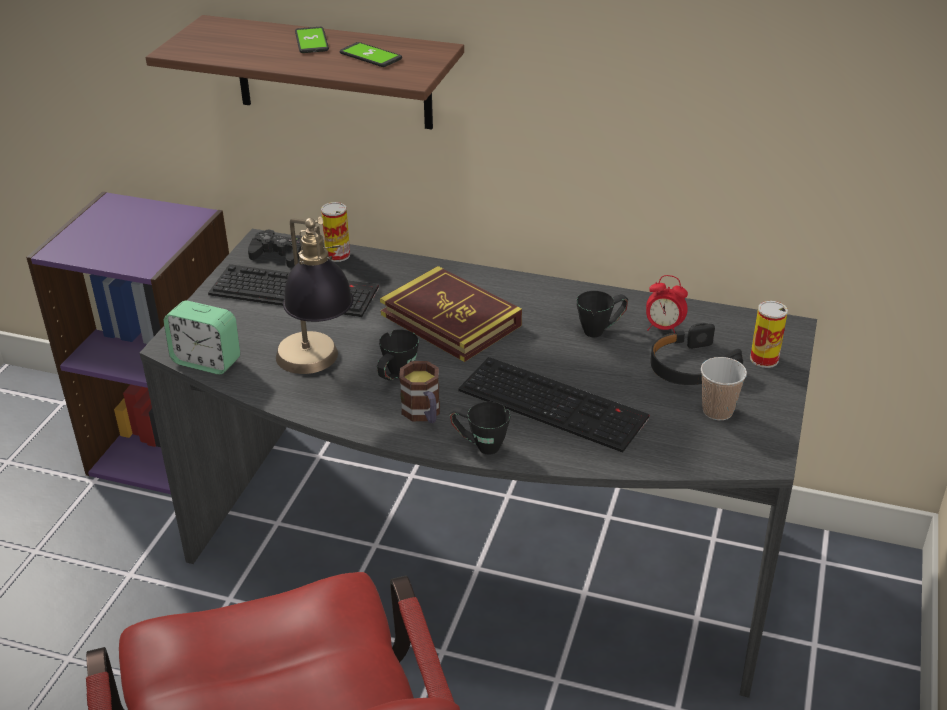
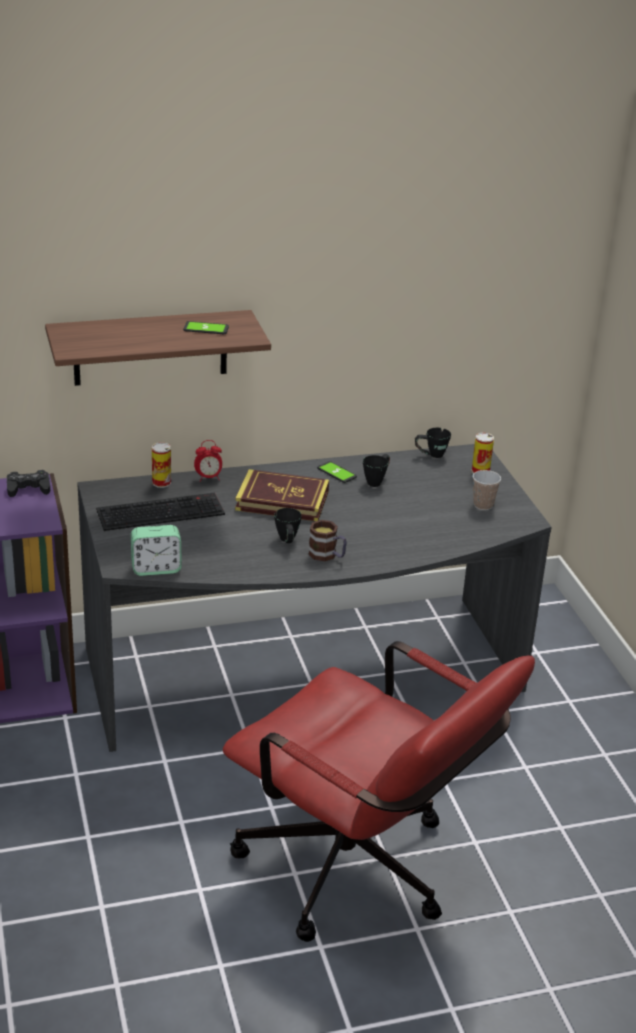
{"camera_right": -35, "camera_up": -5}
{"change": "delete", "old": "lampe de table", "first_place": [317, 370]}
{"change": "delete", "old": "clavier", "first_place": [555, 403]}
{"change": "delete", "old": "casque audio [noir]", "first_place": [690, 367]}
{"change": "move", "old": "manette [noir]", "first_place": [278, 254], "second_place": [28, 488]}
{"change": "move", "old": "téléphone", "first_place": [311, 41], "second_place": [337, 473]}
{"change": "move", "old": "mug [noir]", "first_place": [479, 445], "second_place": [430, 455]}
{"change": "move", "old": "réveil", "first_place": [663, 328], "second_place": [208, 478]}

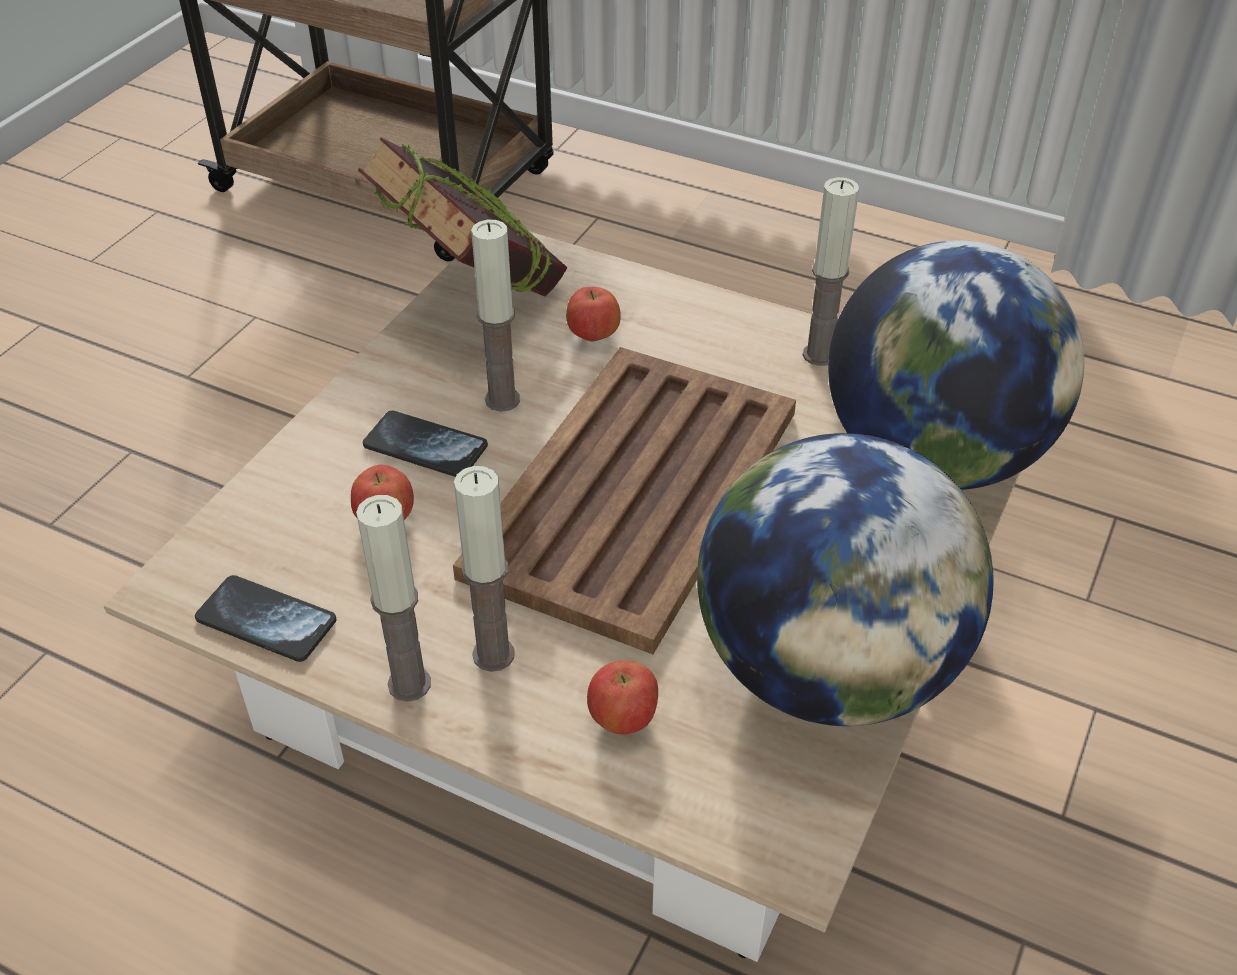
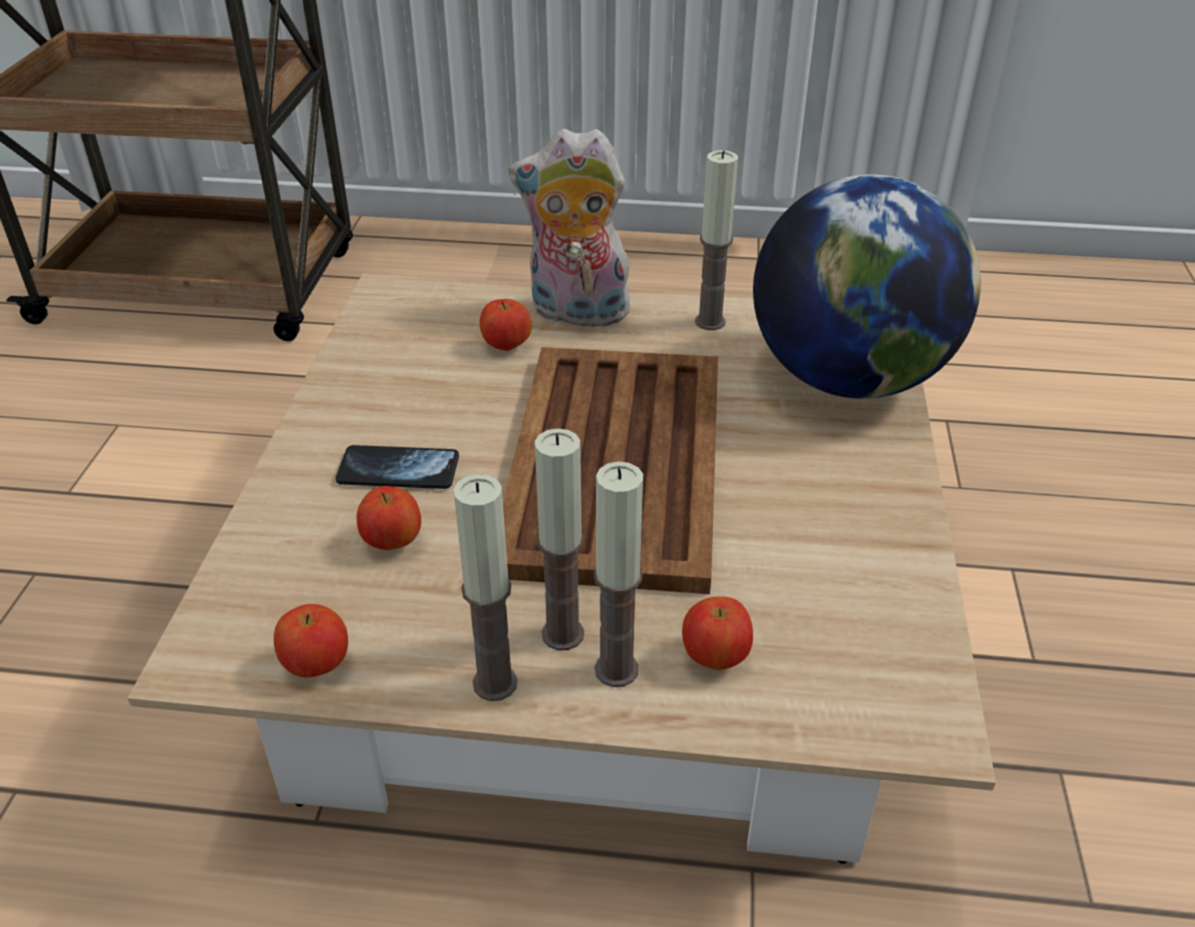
{"camera_right": -20, "camera_up": -5}
{"change": "delete", "old": "livre", "first_place": [474, 301]}
{"change": "delete", "old": "globe", "first_place": [827, 668]}
{"change": "insert", "new": "peluche", "second_place": [576, 314]}
{"change": "move", "old": "bougie", "first_place": [502, 400], "second_place": [616, 670]}
{"change": "replace", "old": "téléphone", "new": "pomme", "first_place": [266, 621], "second_place": [317, 665]}

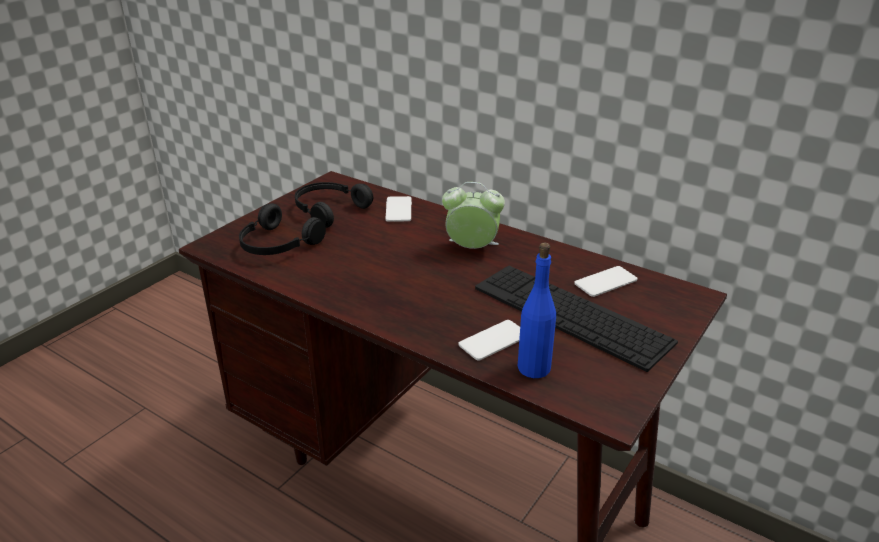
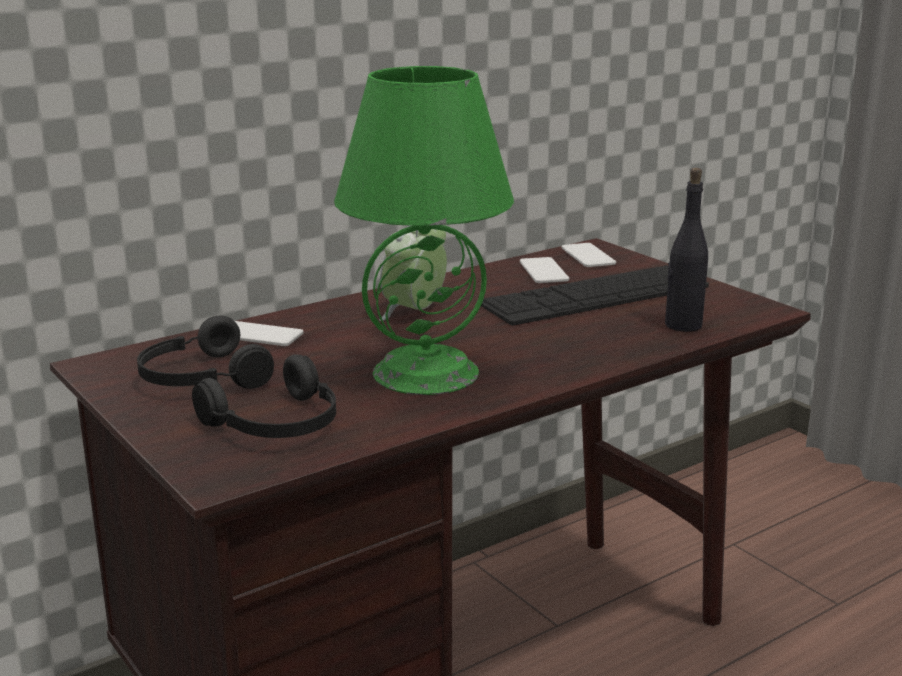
{"camera_right": -70, "camera_up": -10}
{"change": "insert", "new": "lampe de table [vert]", "second_place": [426, 372]}
{"change": "move", "old": "téléphone", "first_place": [493, 341], "second_place": [588, 256]}
{"change": "recolor", "old": "bouteille [bleu]", "new": "bouteille [noir]", "first_place": [533, 367], "second_place": [682, 325]}

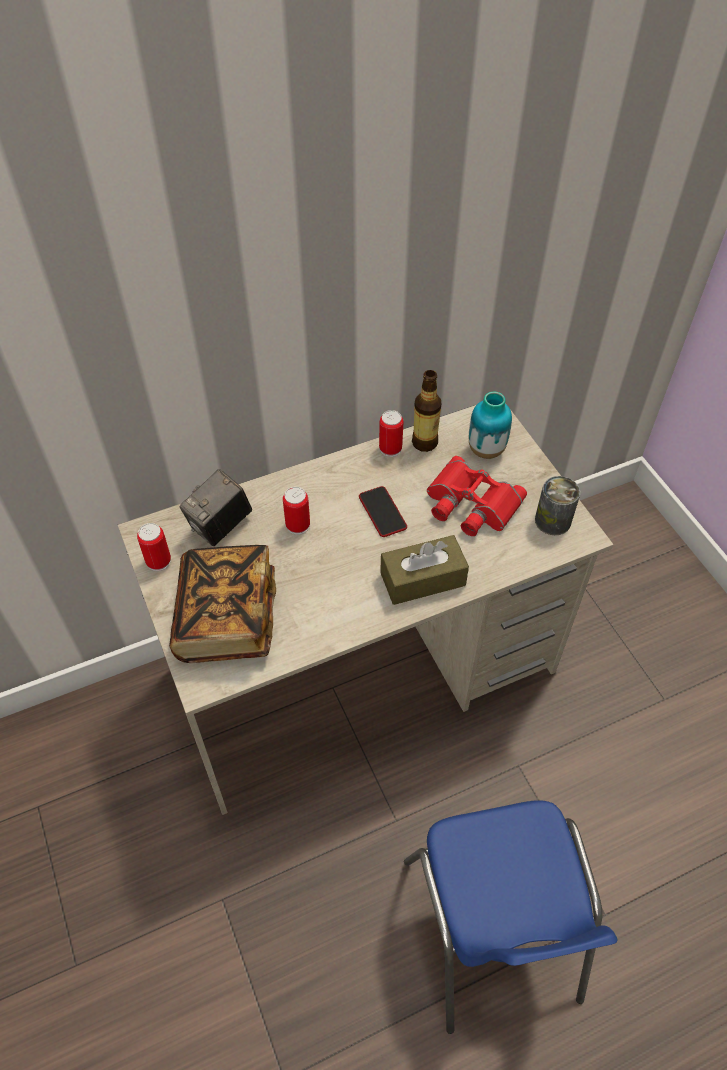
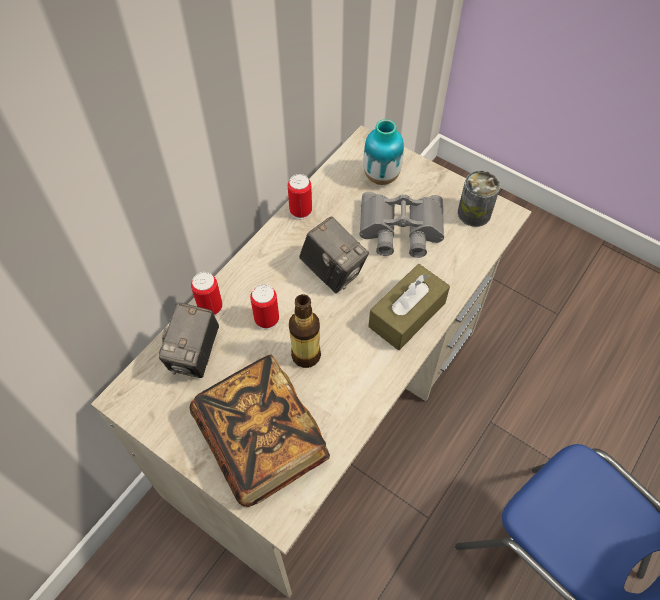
{"camera_right": -30, "camera_up": 5}
{"change": "move", "old": "boîte métallique", "first_place": [158, 561], "second_place": [210, 307]}
{"change": "move", "old": "bouteille", "first_place": [424, 442], "second_place": [306, 355]}
{"change": "replace", "old": "téléphone", "new": "appareil photo", "first_place": [382, 512], "second_place": [333, 271]}
{"change": "recolor", "old": "jumelles [rouge]", "new": "jumelles [gris]", "first_place": [470, 504], "second_place": [400, 230]}

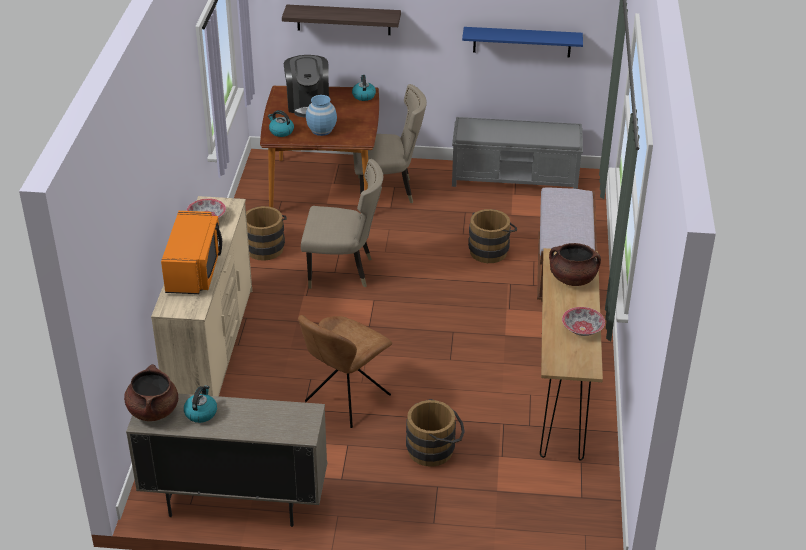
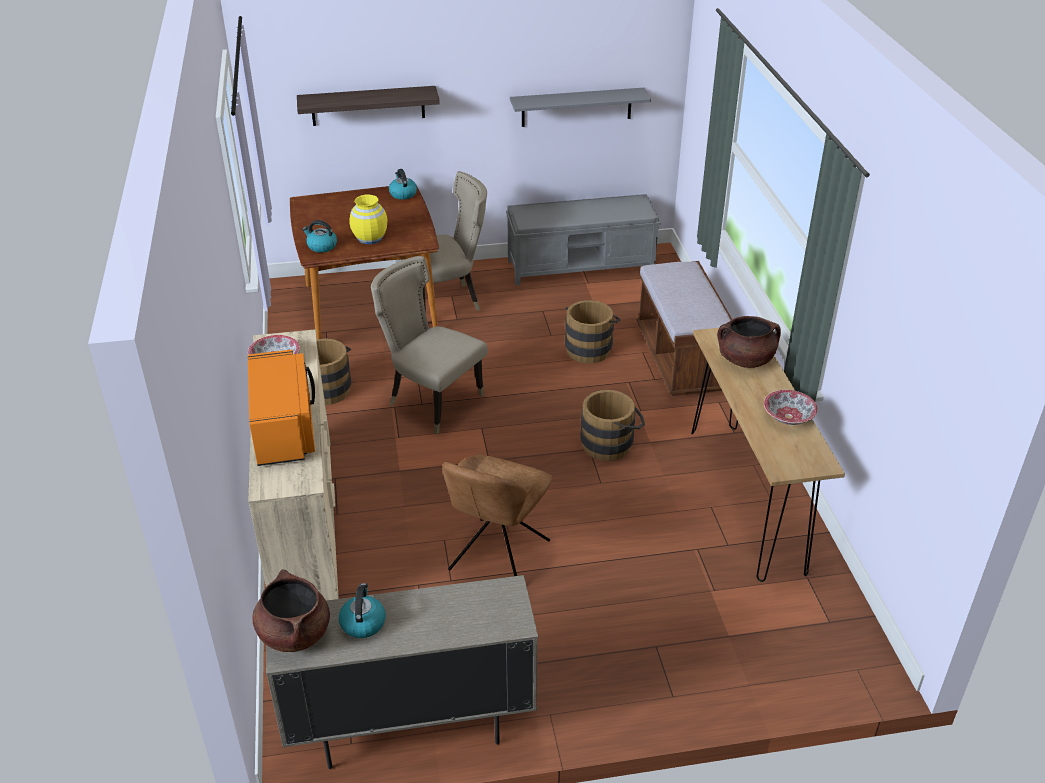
{"camera_right": -15, "camera_up": 0}
{"change": "delete", "old": "machine à café", "first_place": [308, 104]}
{"change": "move", "old": "seau [marron]", "first_place": [435, 449], "second_place": [611, 443]}
{"change": "recolor", "old": "vase [bleu]", "new": "vase [jaune]", "first_place": [321, 130], "second_place": [369, 238]}
{"change": "recolor", "old": "étagère [bleu]", "new": "étagère [gris]", "first_place": [522, 42], "second_place": [576, 107]}
{"change": "rotate", "old": "chaise [beige]", "first_place": [343, 271], "second_place": [431, 401], "degrees": -135}

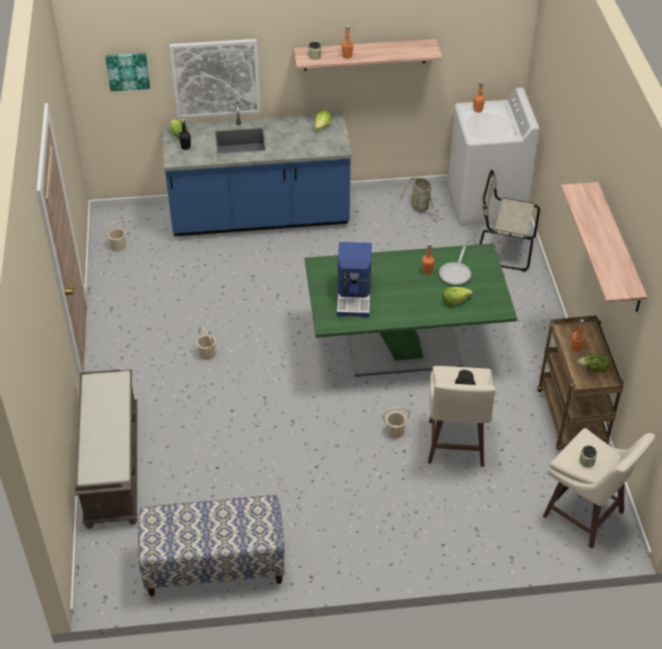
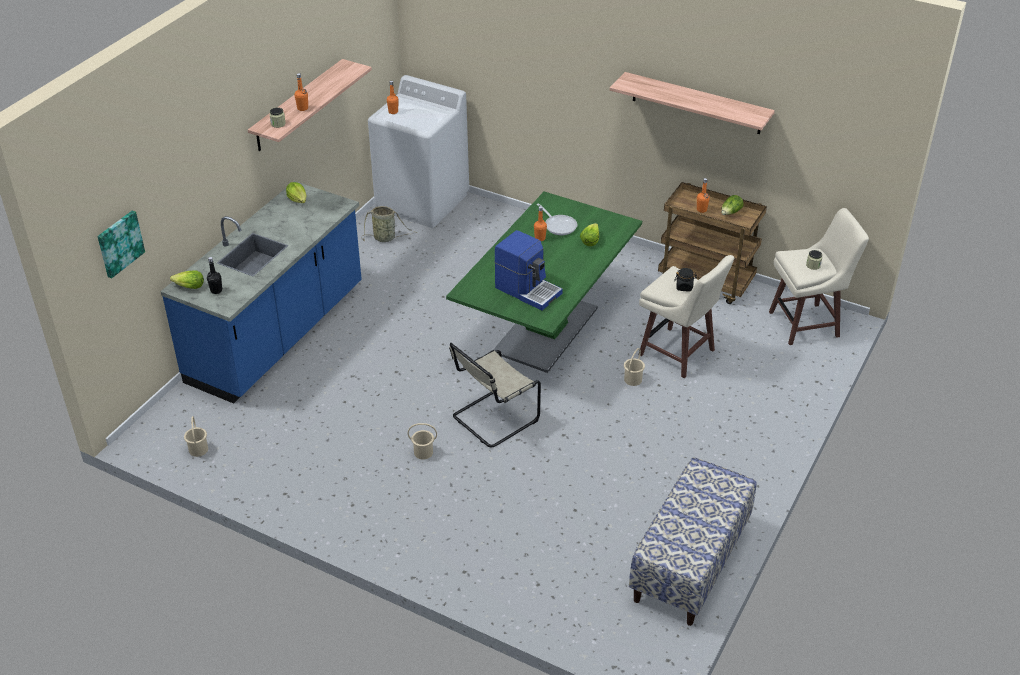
{"camera_right": -55, "camera_up": -5}
{"change": "delete", "old": "banc [marron]", "first_place": [111, 465]}
{"change": "delete", "old": "tableau", "first_place": [216, 78]}
{"change": "move", "old": "chaise [beige]", "first_place": [502, 250], "second_place": [492, 419]}

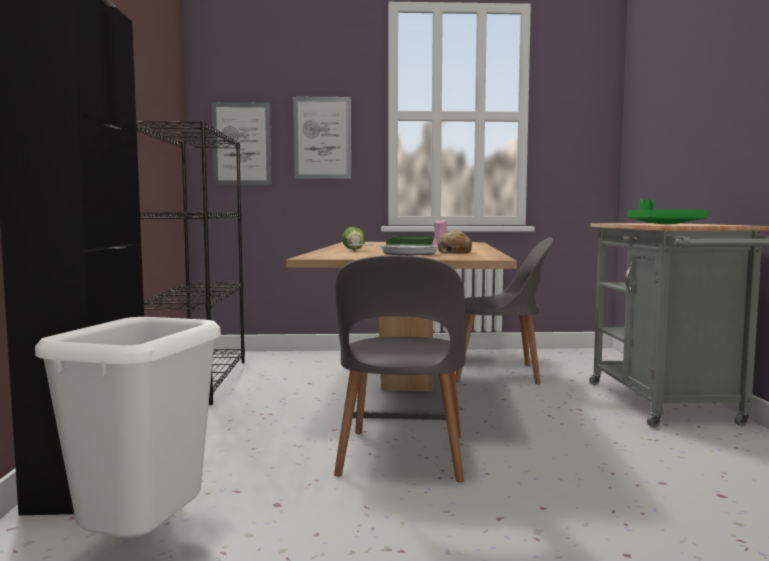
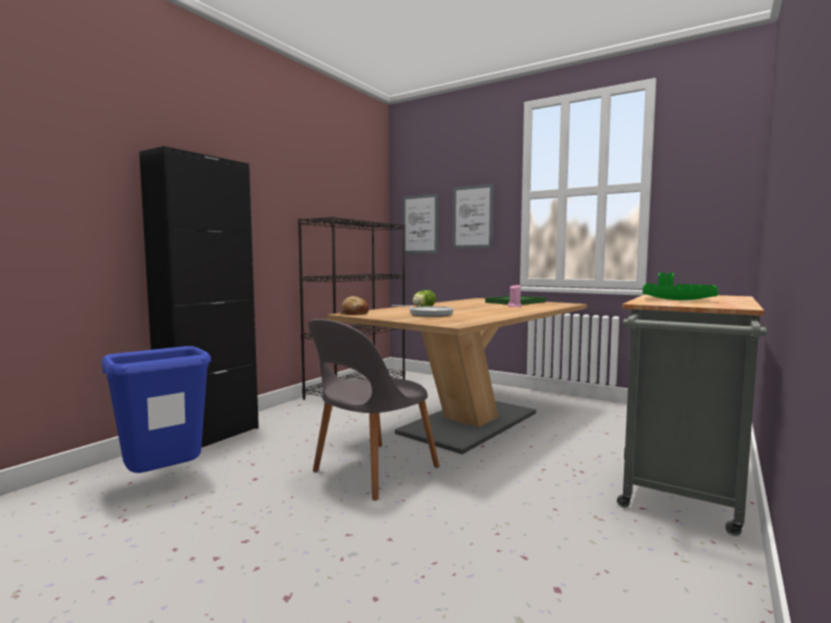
{"camera_right": 35, "camera_up": 0}
{"change": "delete", "old": "chaise [gris]", "first_place": [499, 373]}
{"change": "move", "old": "pain", "first_place": [454, 252], "second_place": [354, 313]}
{"change": "recolor", "old": "poubelle [blanc]", "new": "poubelle [bleu]", "first_place": [144, 547], "second_place": [165, 481]}

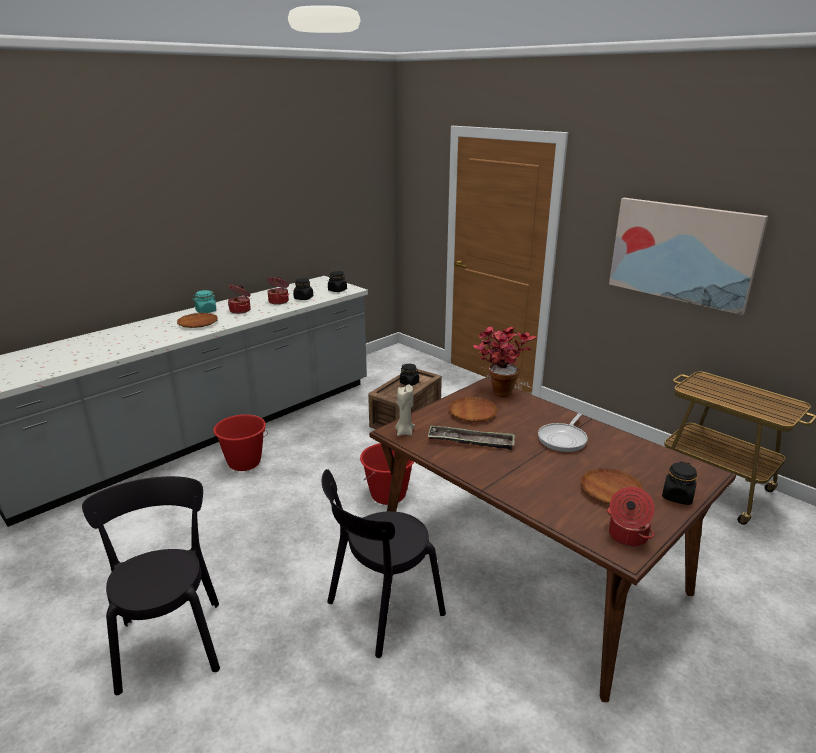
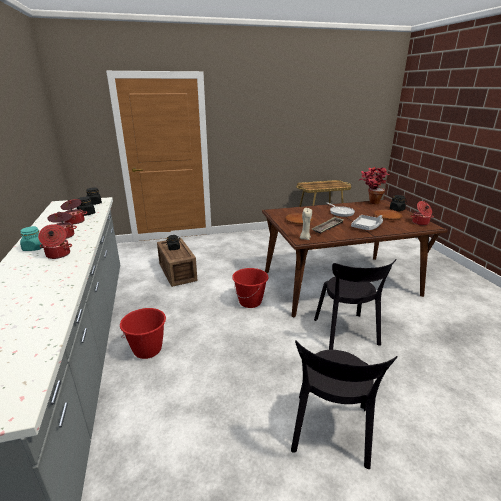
{"camera_right": -60, "camera_up": 0}
{"change": "delete", "old": "tableau", "first_place": [682, 252]}
{"change": "insert", "new": "plateau [gris]", "second_place": [366, 227]}
{"change": "move", "old": "plante en pot", "first_place": [498, 390], "second_place": [370, 202]}
{"change": "replace", "old": "assiette [marron]", "new": "marmite", "first_place": [198, 323], "second_place": [58, 255]}
{"change": "rotate", "old": "chaise [noir]", "first_place": [171, 640], "second_place": [330, 432], "degrees": -90}

